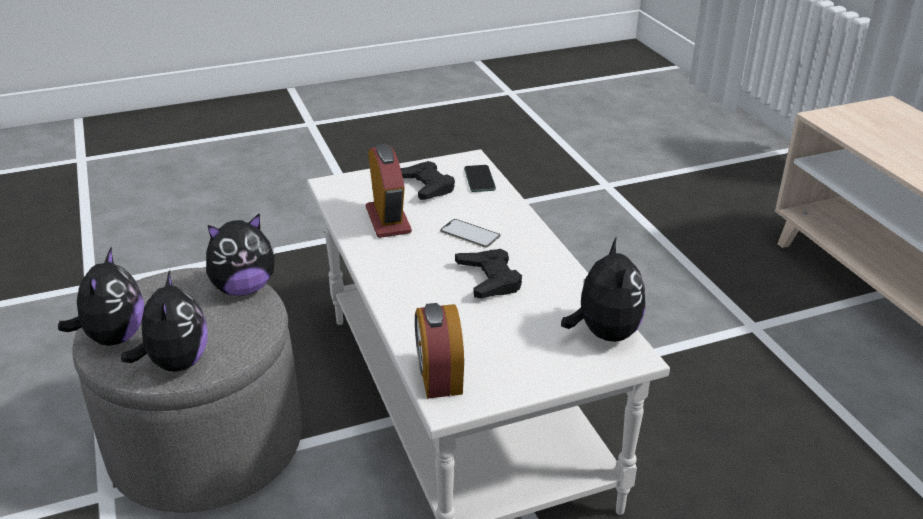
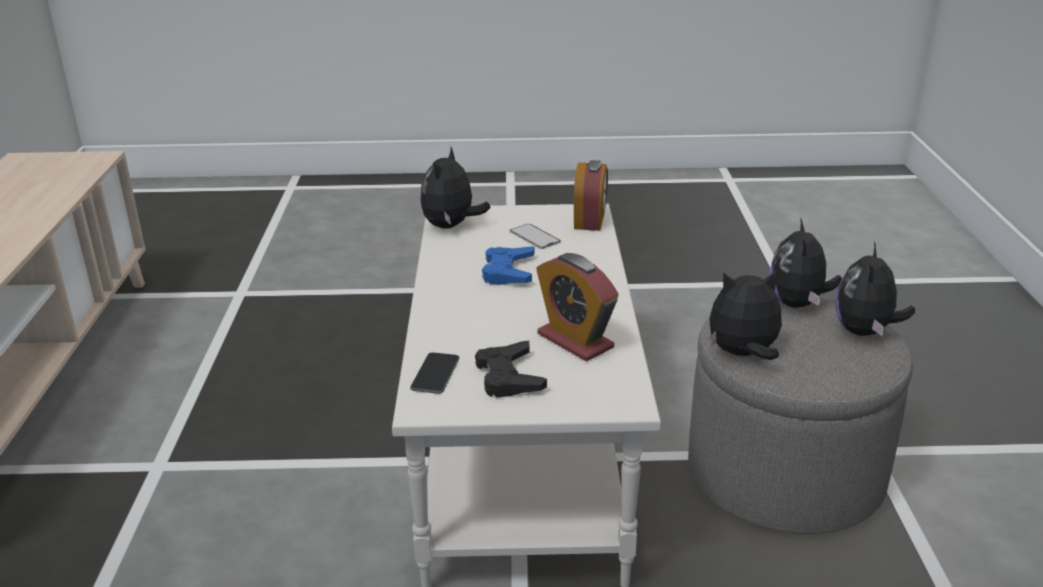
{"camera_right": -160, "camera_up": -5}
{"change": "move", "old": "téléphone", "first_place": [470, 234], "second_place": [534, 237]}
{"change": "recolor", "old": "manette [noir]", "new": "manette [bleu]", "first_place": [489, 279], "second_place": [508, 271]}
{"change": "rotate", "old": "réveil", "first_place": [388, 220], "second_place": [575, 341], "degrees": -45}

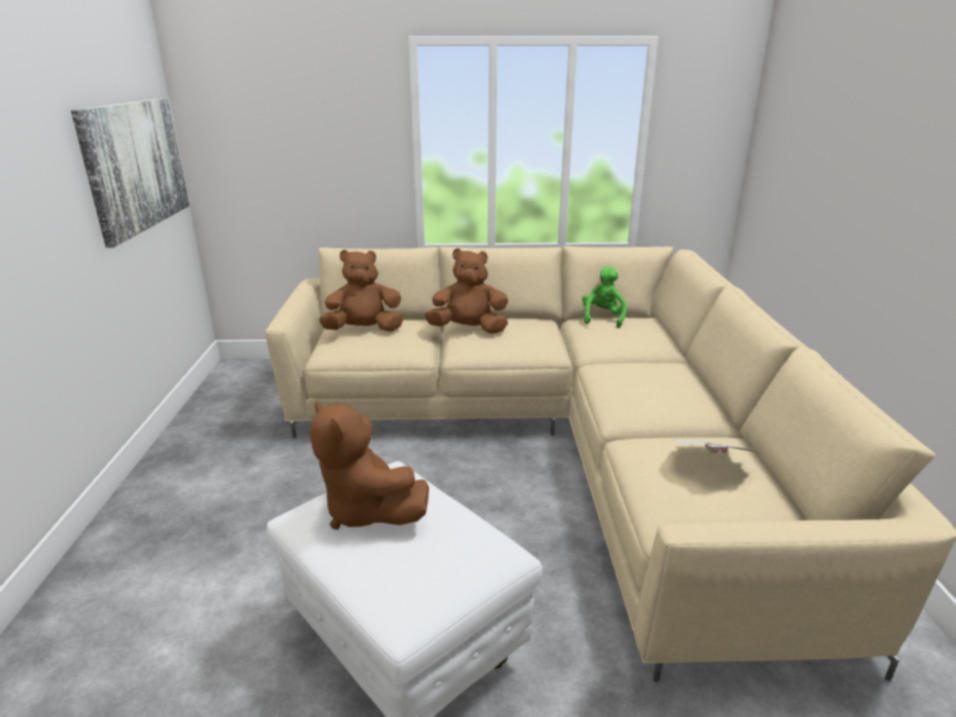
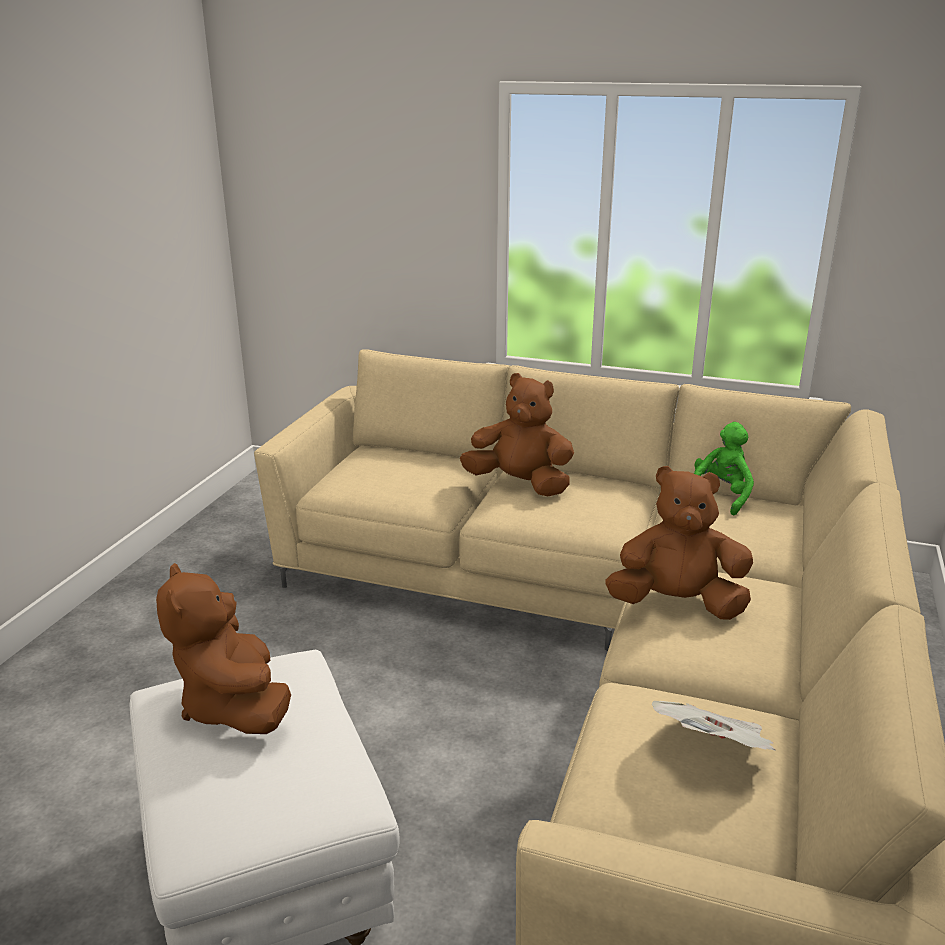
{"camera_right": 20, "camera_up": 0}
{"change": "delete", "old": "tableau", "first_place": [136, 166]}
{"change": "move", "old": "peluche [marron]", "first_place": [364, 330], "second_place": [677, 604]}

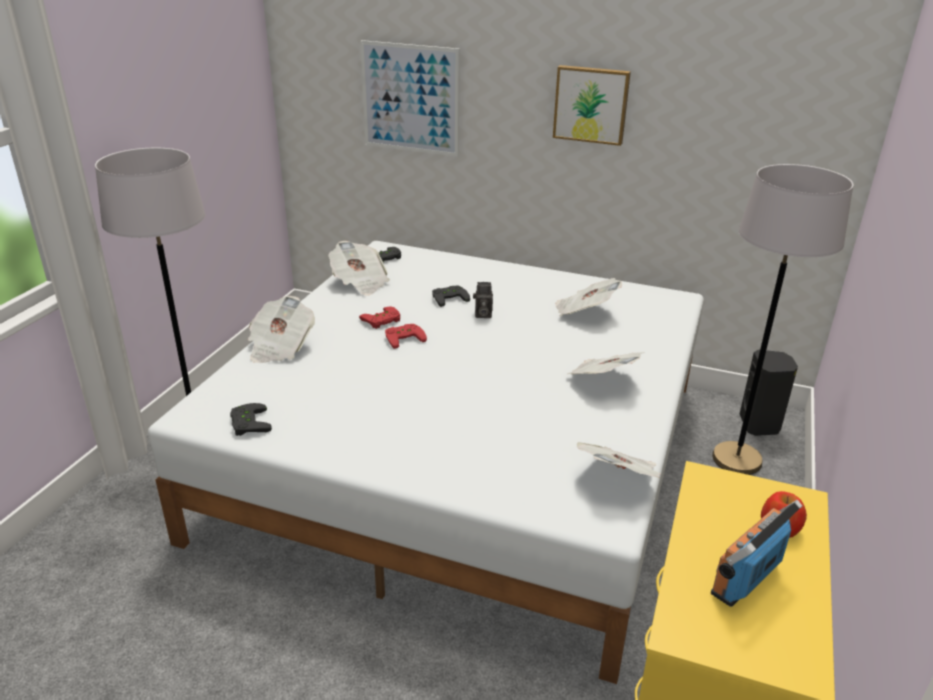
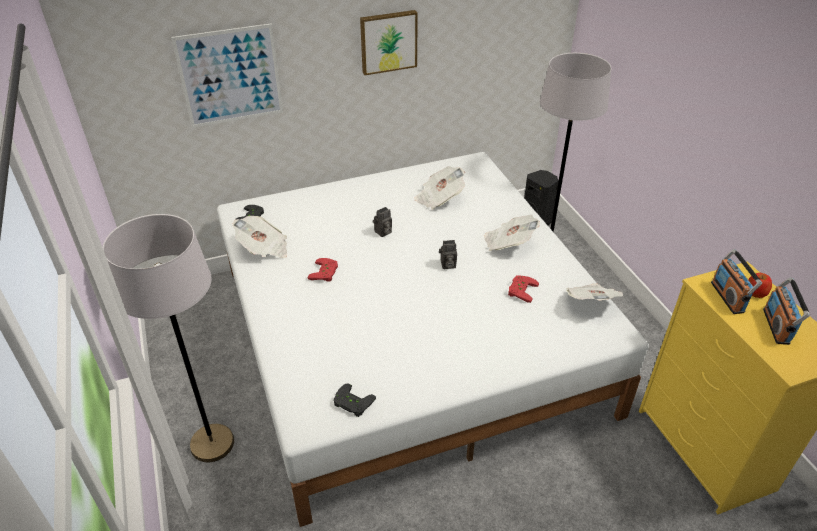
{"camera_right": -40, "camera_up": 10}
{"change": "delete", "old": "journal", "first_place": [280, 347]}
{"change": "delete", "old": "manette [noir]", "first_place": [449, 297]}
{"change": "insert", "new": "appareil photo", "second_place": [447, 265]}
{"change": "insert", "new": "radio", "second_place": [728, 297]}
{"change": "move", "old": "manette [rouge]", "first_place": [404, 337], "second_place": [520, 290]}

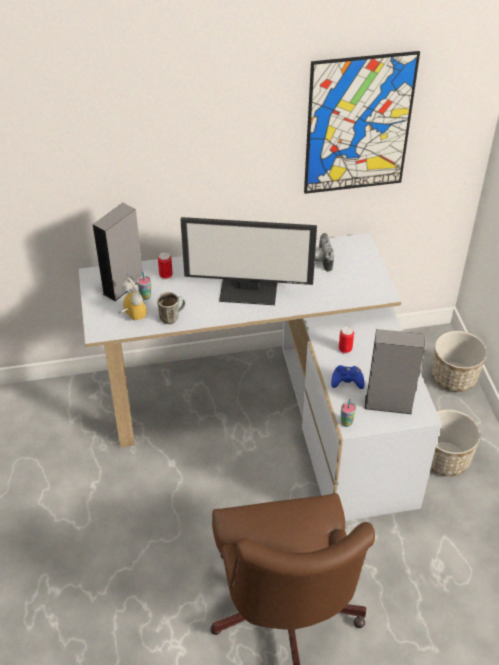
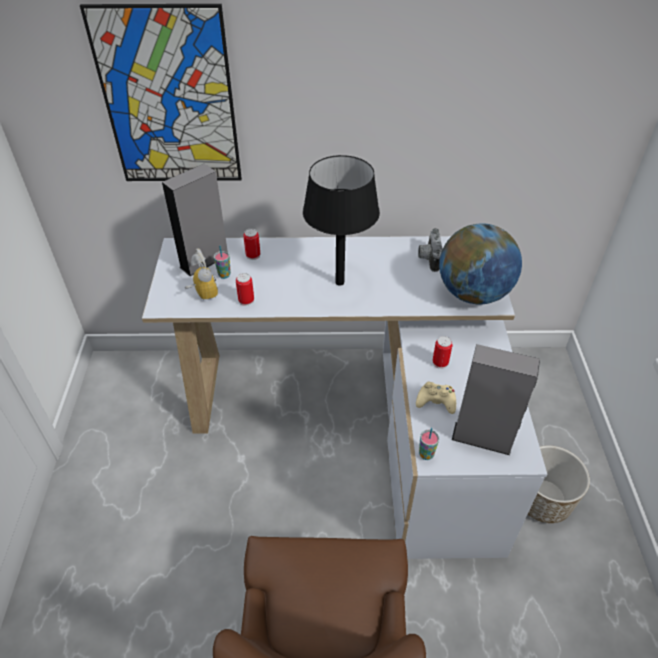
{"camera_right": 10, "camera_up": 0}
{"change": "delete", "old": "cache-pot", "first_place": [453, 377]}
{"change": "insert", "new": "globe", "second_place": [473, 293]}
{"change": "move", "old": "tableau", "first_place": [358, 125], "second_place": [169, 100]}
{"change": "replace", "old": "mug", "new": "boîte métallique", "first_place": [172, 317], "second_place": [246, 300]}
{"change": "replace", "old": "écran d'ordinateur", "new": "lampe de table [noir]", "first_place": [249, 291], "second_place": [340, 282]}
{"change": "recolor", "old": "manette [bleu]", "new": "manette [beige]", "first_place": [347, 381], "second_place": [436, 401]}

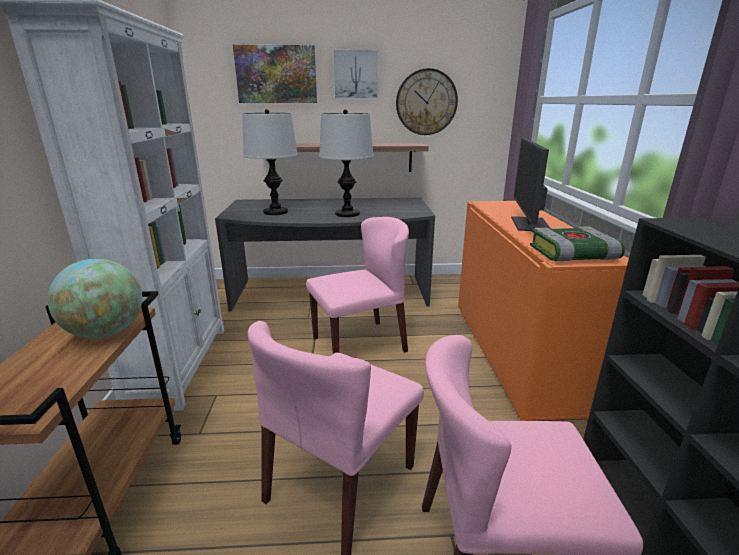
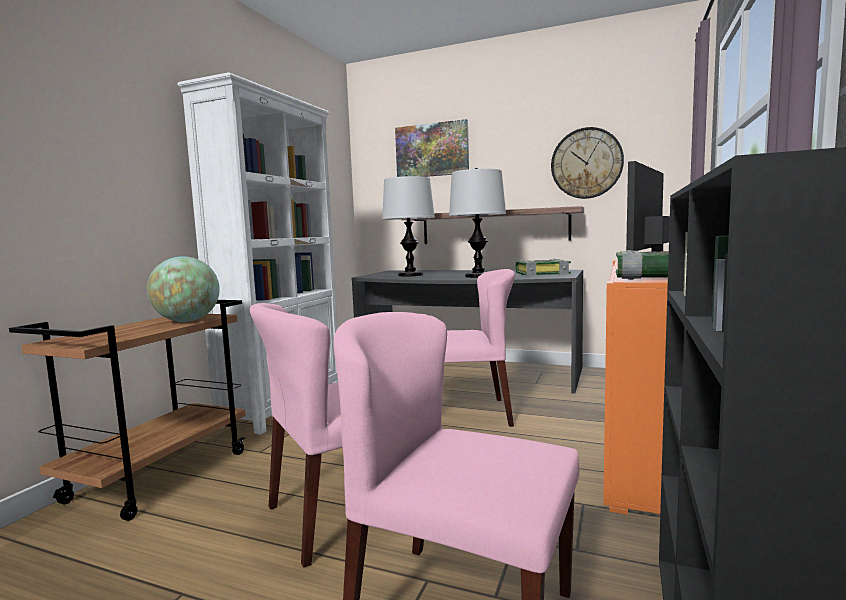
{"camera_right": 25, "camera_up": -15}
{"change": "delete", "old": "tableau", "first_place": [355, 75]}
{"change": "insert", "new": "livre", "second_place": [542, 274]}

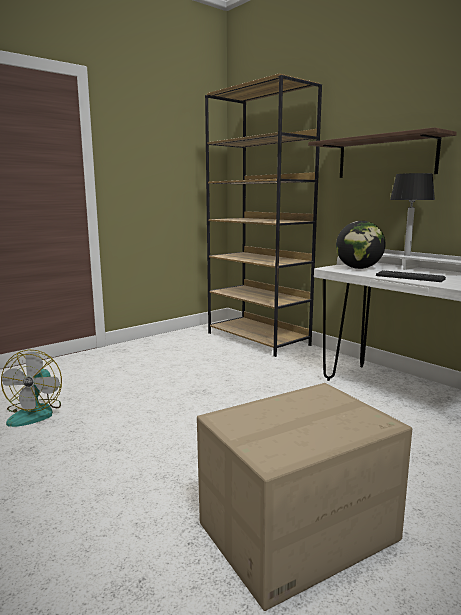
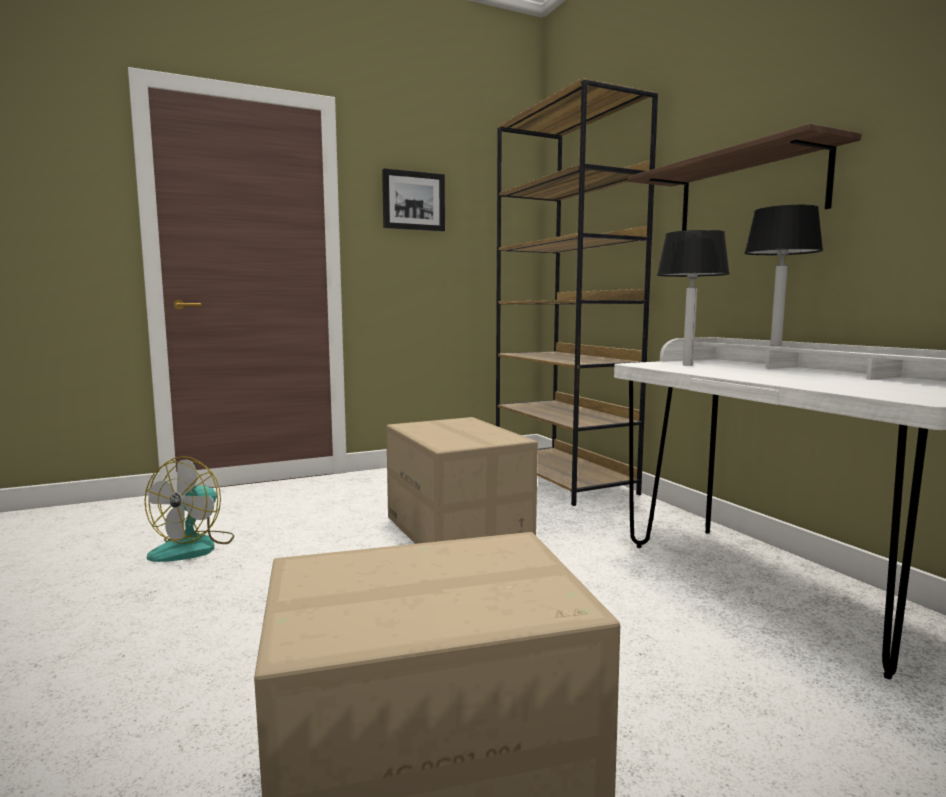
{"camera_right": 15, "camera_up": -5}
{"change": "delete", "old": "clavier", "first_place": [409, 277]}
{"change": "insert", "new": "tableau", "second_place": [413, 201]}
{"change": "insert", "new": "carton", "second_place": [458, 531]}
{"change": "replace", "old": "globe", "new": "lampe de table", "first_place": [358, 268], "second_place": [688, 365]}

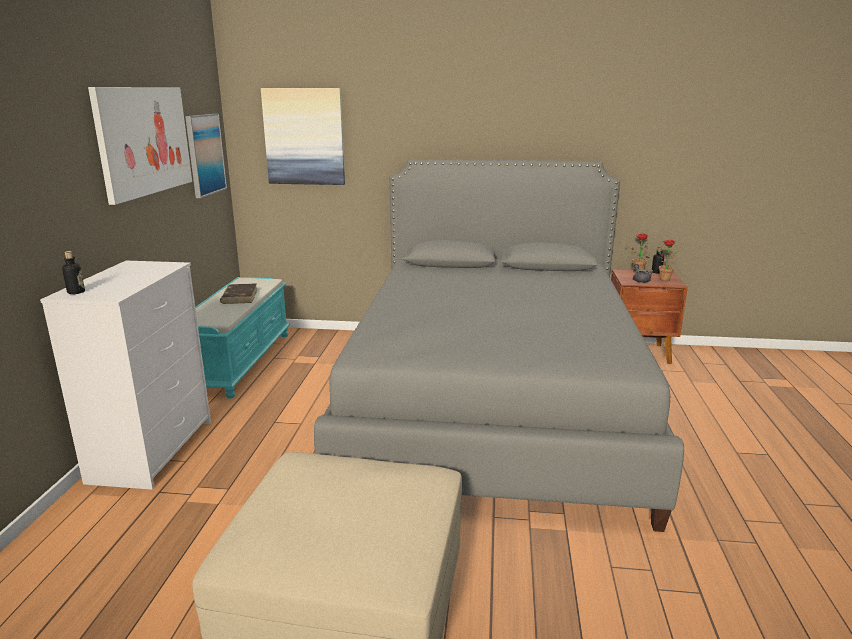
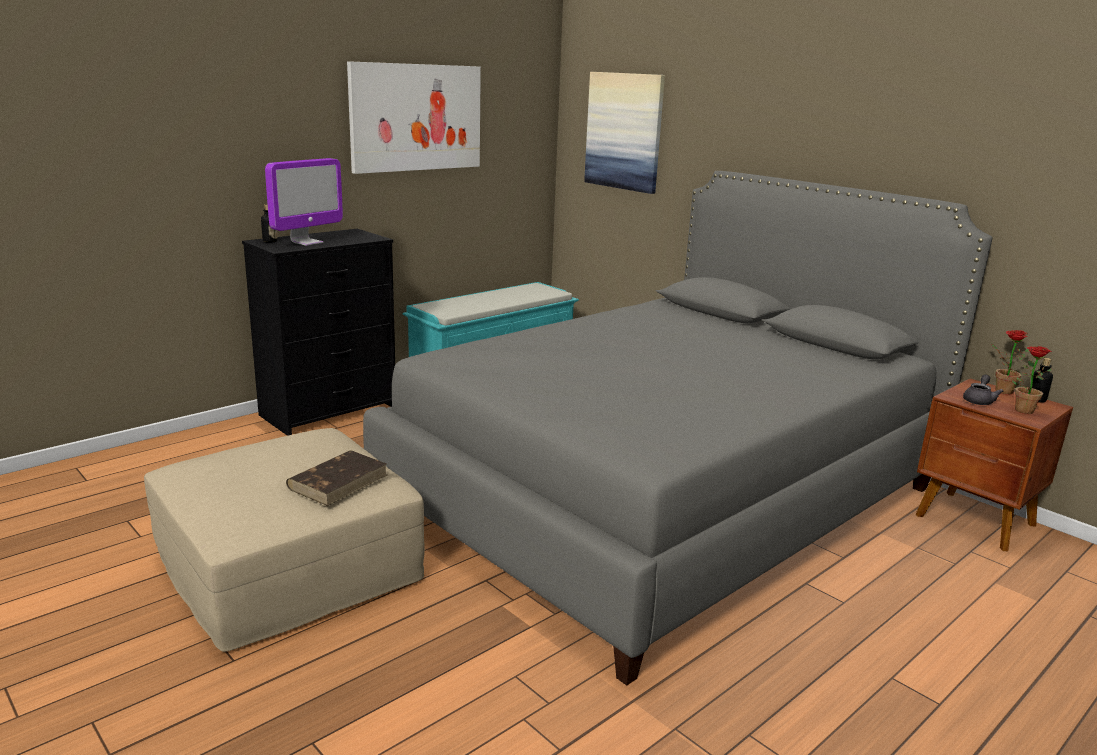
{"camera_right": 40, "camera_up": 0}
{"change": "delete", "old": "tableau", "first_place": [205, 154]}
{"change": "insert", "new": "écran d'ordinateur", "second_place": [307, 242]}
{"change": "move", "old": "livre [marron]", "first_place": [239, 296], "second_place": [339, 481]}
{"change": "recolor", "old": "commode [blanc]", "new": "commode [noir]", "first_place": [153, 450], "second_place": [329, 411]}

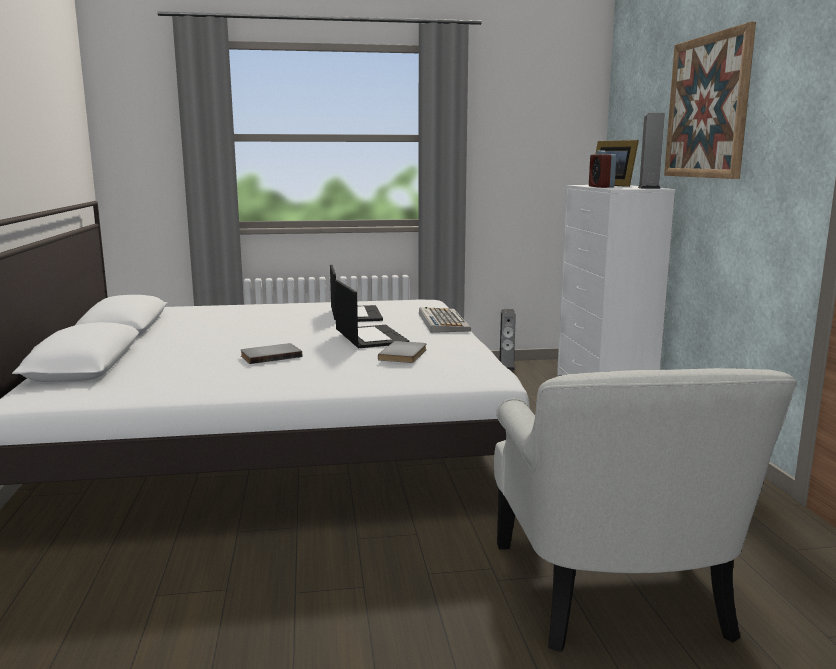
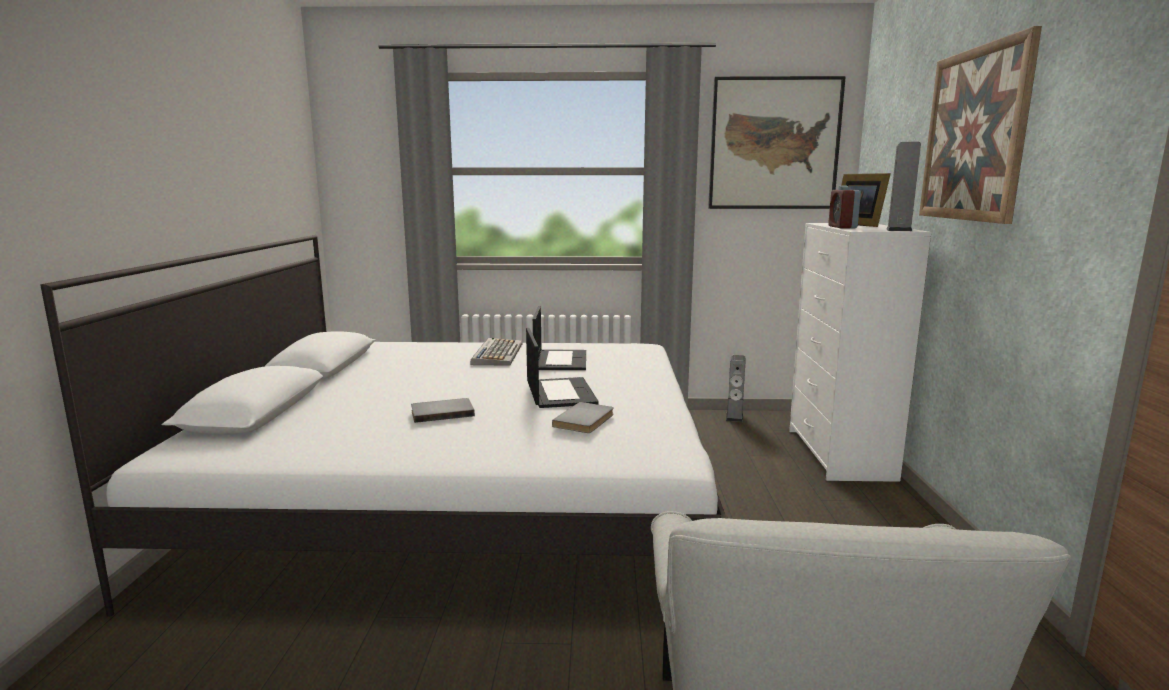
{"camera_right": 10, "camera_up": 0}
{"change": "insert", "new": "tableau", "second_place": [774, 144]}
{"change": "move", "old": "clavier", "first_place": [442, 321], "second_place": [497, 353]}

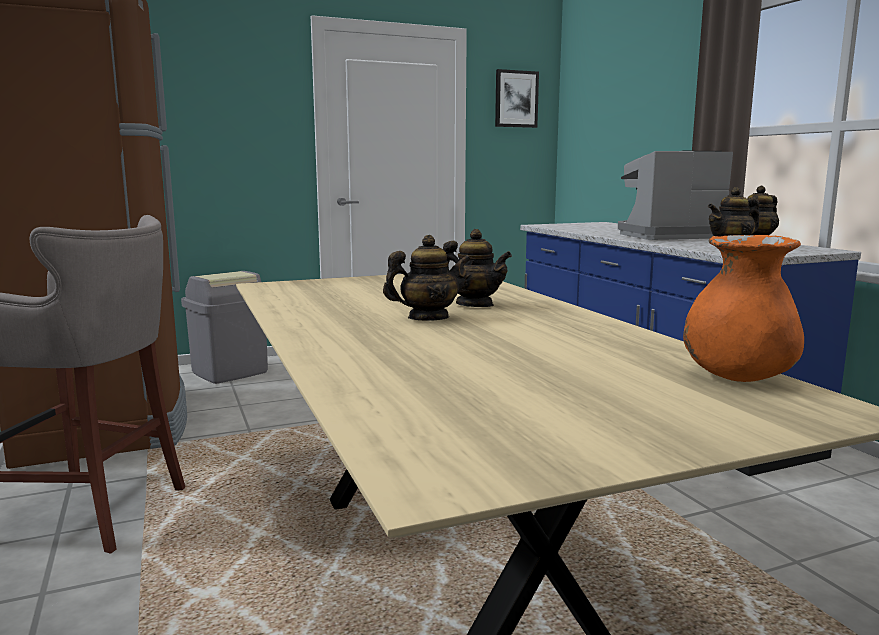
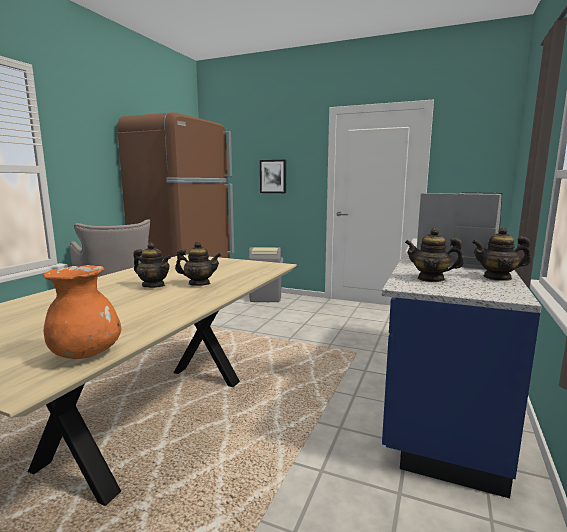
{"camera_right": 45, "camera_up": 0}
{"change": "move", "old": "tableau", "first_place": [516, 99], "second_place": [273, 176]}
{"change": "rotate", "old": "théière", "first_place": [474, 305], "second_place": [199, 284], "degrees": -75}

